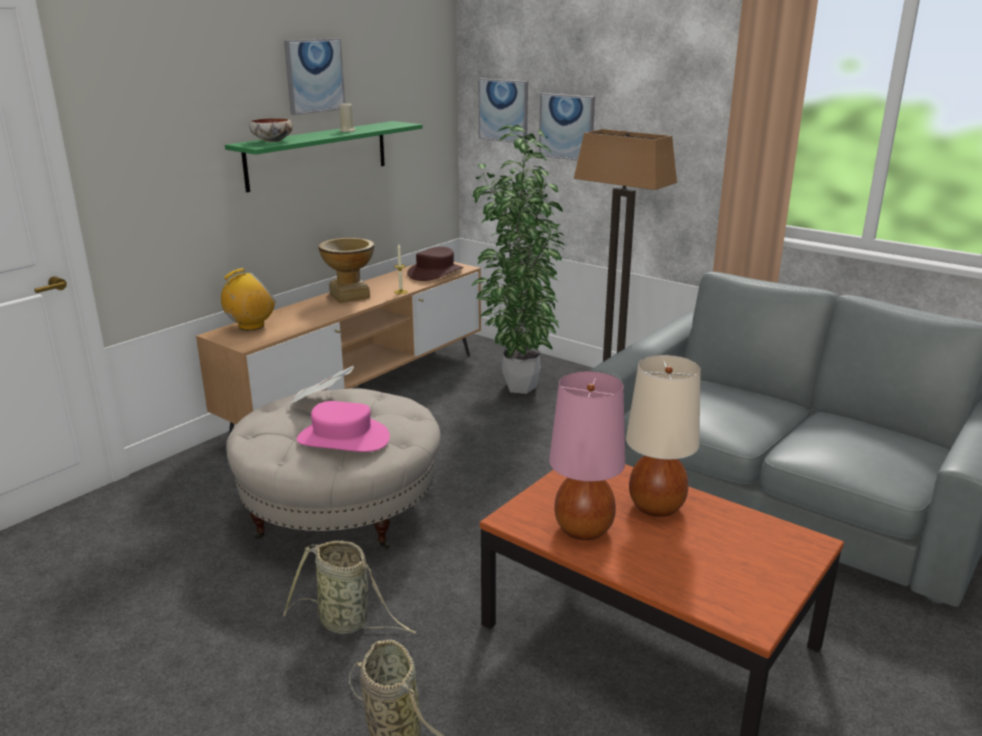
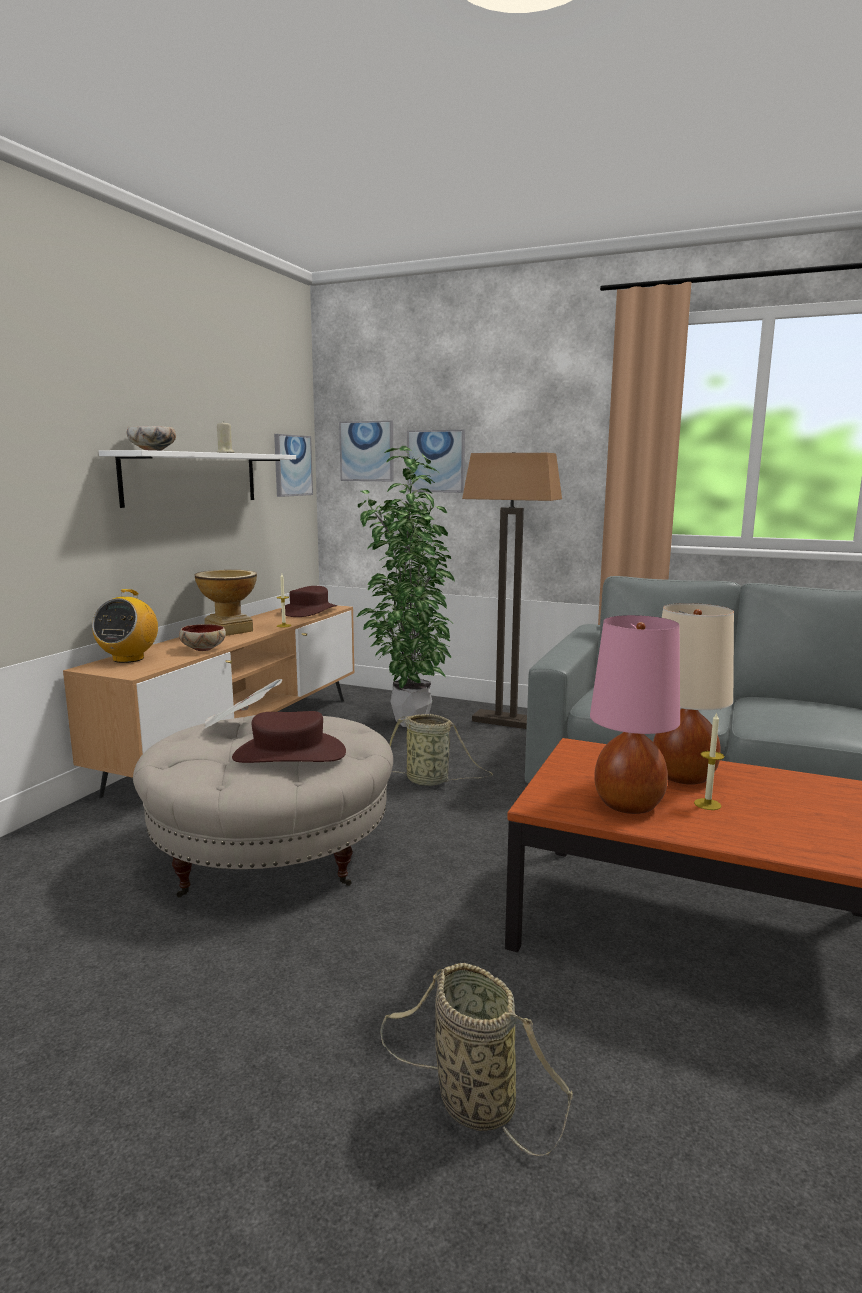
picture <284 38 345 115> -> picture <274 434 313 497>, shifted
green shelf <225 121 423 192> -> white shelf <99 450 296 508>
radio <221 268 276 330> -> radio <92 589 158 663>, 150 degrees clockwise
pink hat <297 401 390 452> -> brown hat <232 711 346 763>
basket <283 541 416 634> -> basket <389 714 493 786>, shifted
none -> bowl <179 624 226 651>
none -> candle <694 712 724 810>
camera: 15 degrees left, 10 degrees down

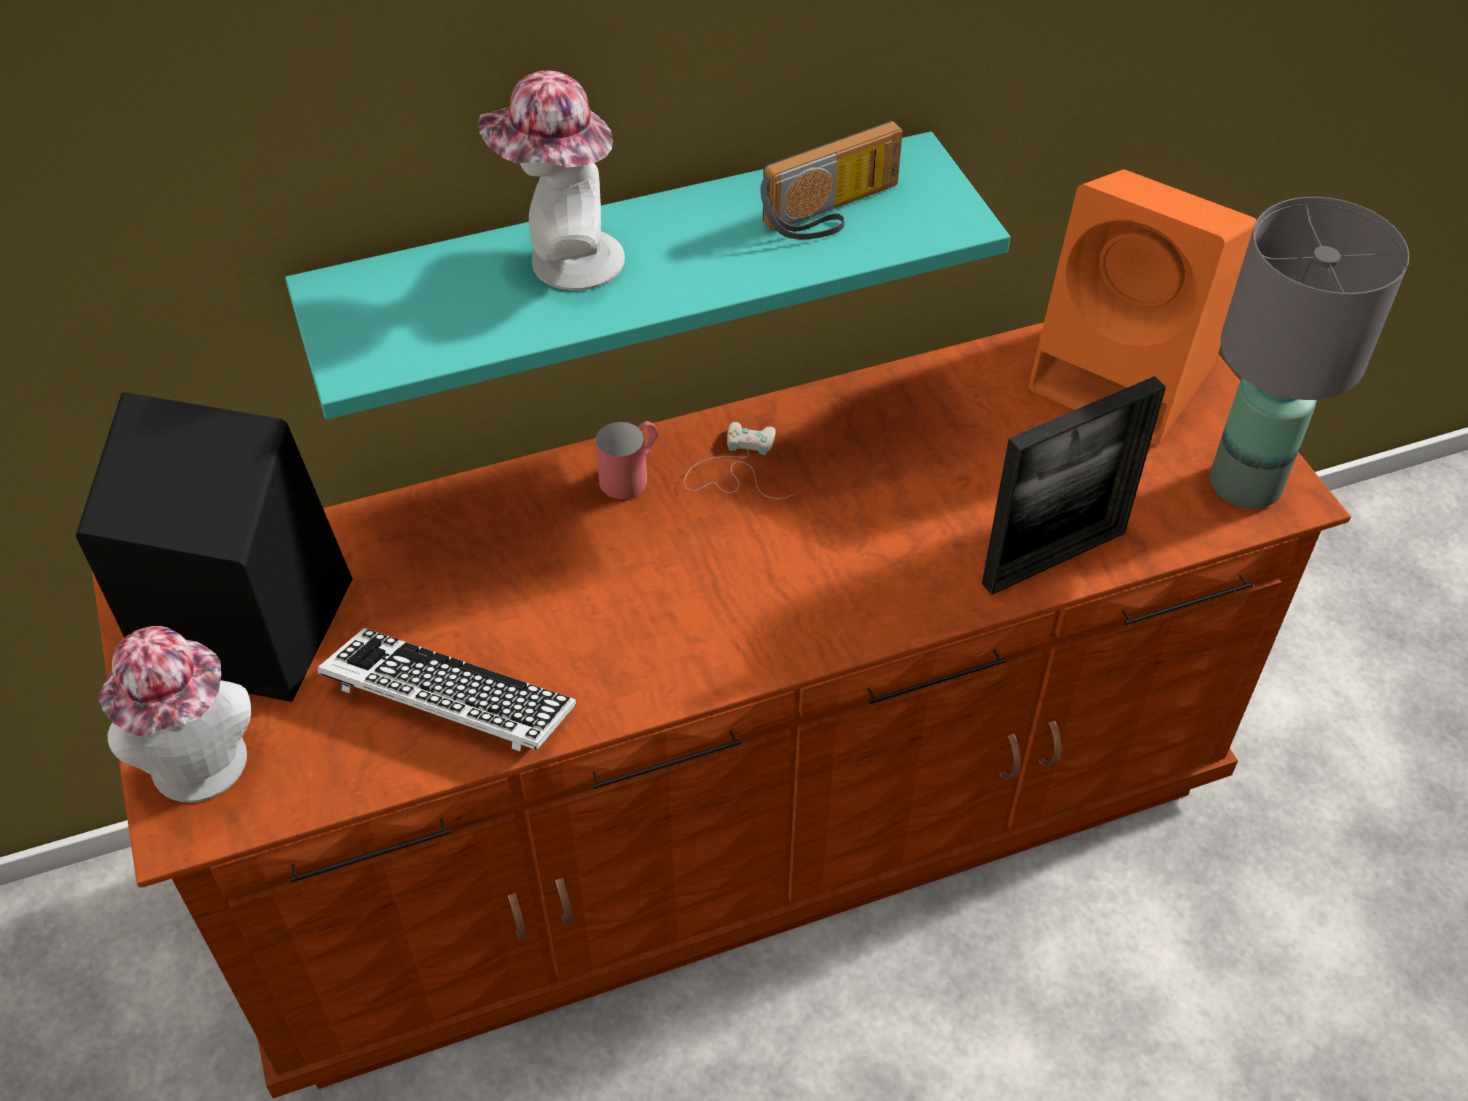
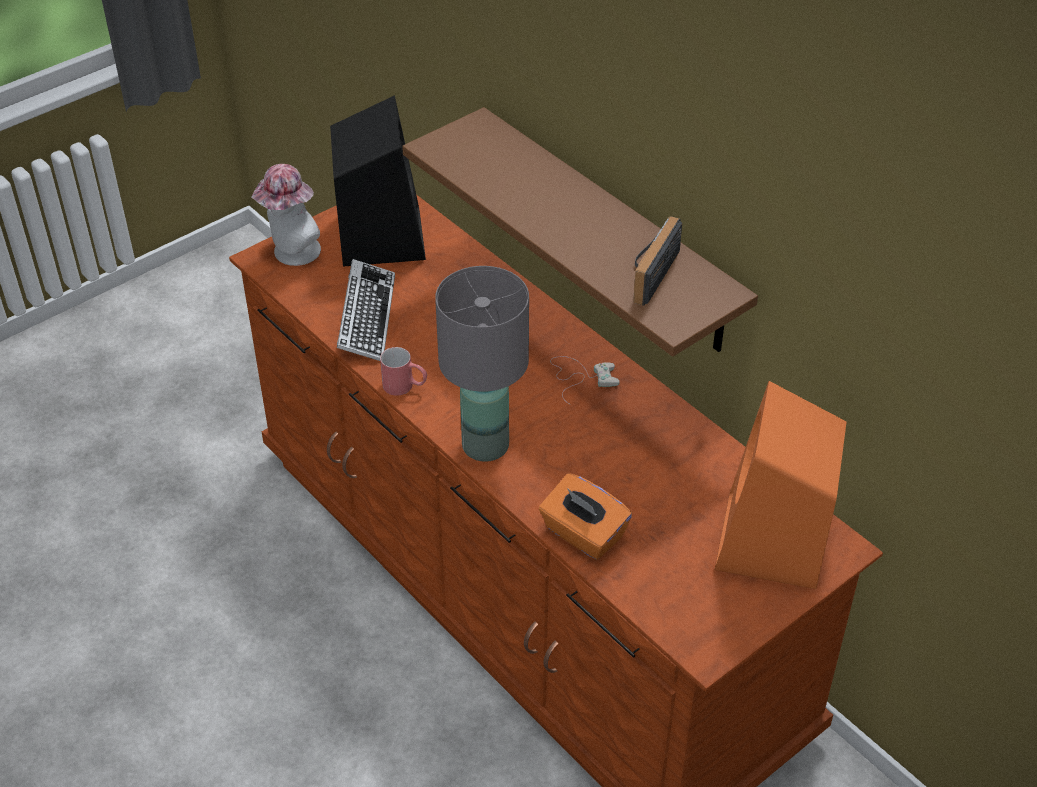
hat <478 70 625 291> -> none
radio <760 121 903 240> -> radio <633 216 682 306>, 75 degrees clockwise
turquoise shelf <285 131 1010 420> -> brown shelf <402 107 758 357>
grey table lamp <1210 197 1409 509> -> grey table lamp <435 266 529 462>, shifted
picture frame <982 376 1166 595> -> orange tissue box <539 473 632 560>
red mug <595 421 658 499> -> red mug <380 347 427 396>, shifted
camera: 70 degrees right, 5 degrees down

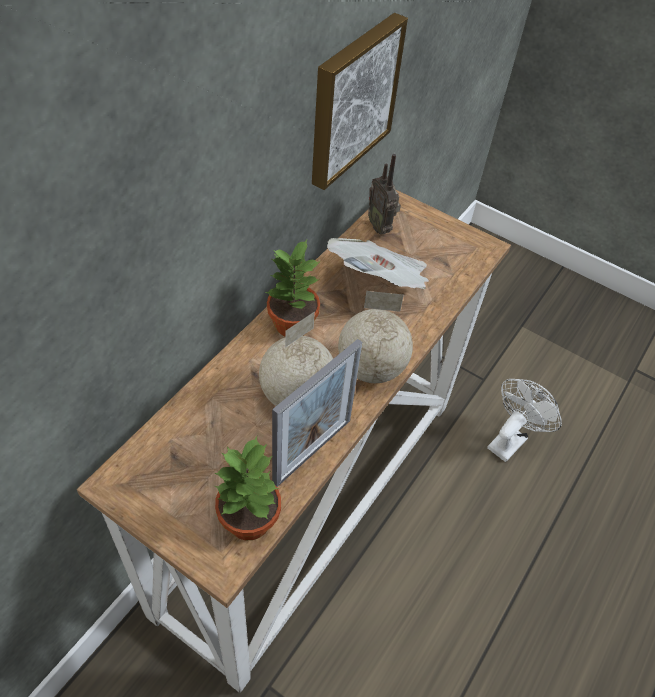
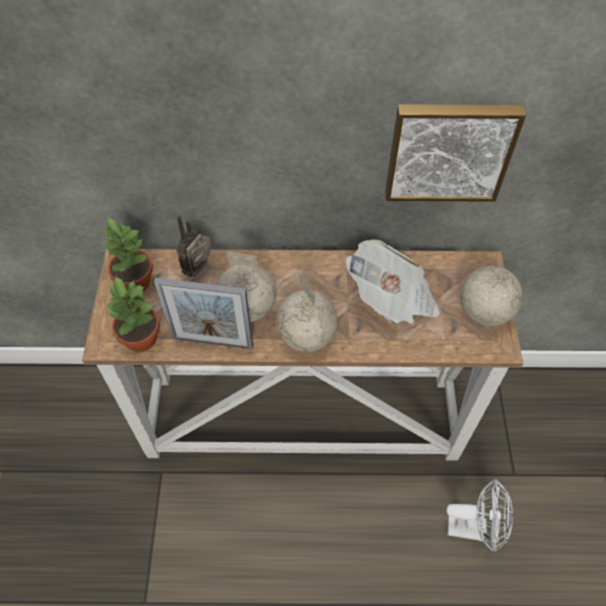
radio <368 154 401 235> -> radio <176 215 211 277>, shifted
potted plant <266 240 321 336> -> potted plant <101 216 153 291>, shifted
none -> globe <460 249 523 326>
camera: 60 degrees right, 5 degrees up

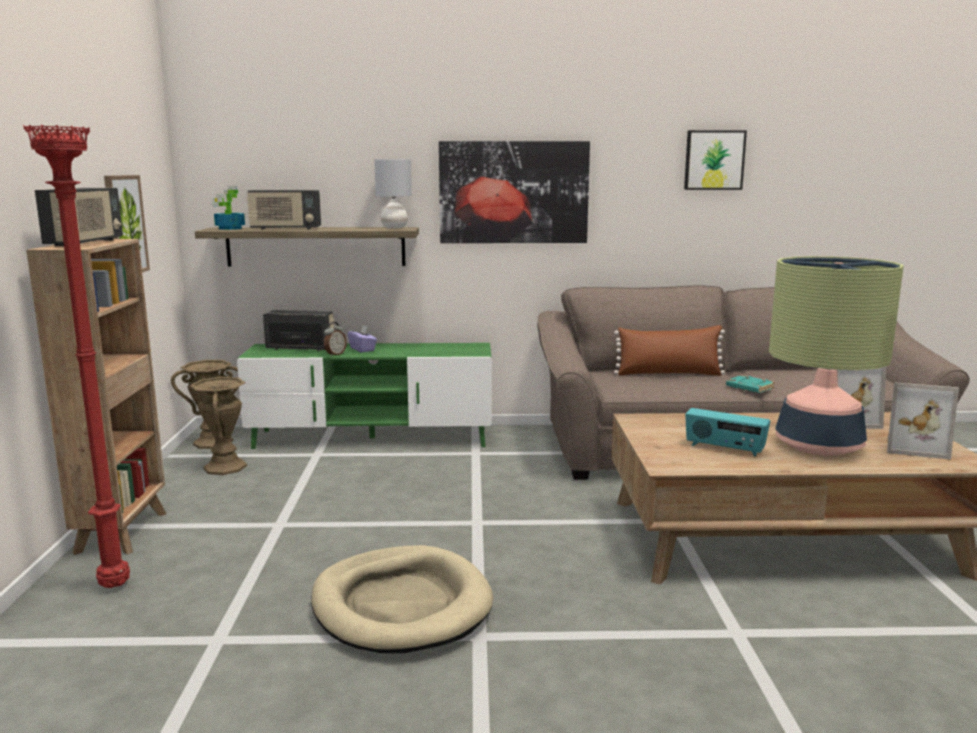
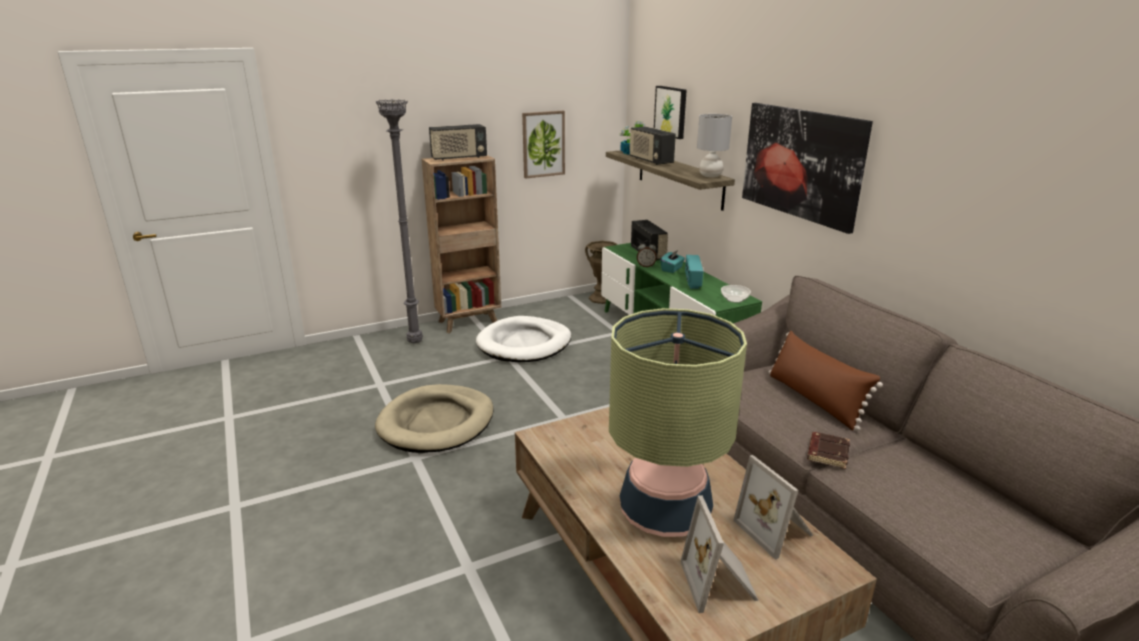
red floor lamp <23 125 130 588> -> grey floor lamp <376 99 423 343>
picture <684 130 747 190> -> picture <654 86 687 139>, shifted
purple tissue box <348 325 377 352> -> turquoise tissue box <660 250 685 273>
turquoise book <726 375 775 393> -> brown book <807 432 850 469>
brown vase <190 377 247 475> -> none
radio <685 408 770 457> -> radio <685 255 704 289>, shifted
none -> bowl <721 285 751 303>
none -> white dog bed <476 316 571 362>
camera: 65 degrees right, 10 degrees up

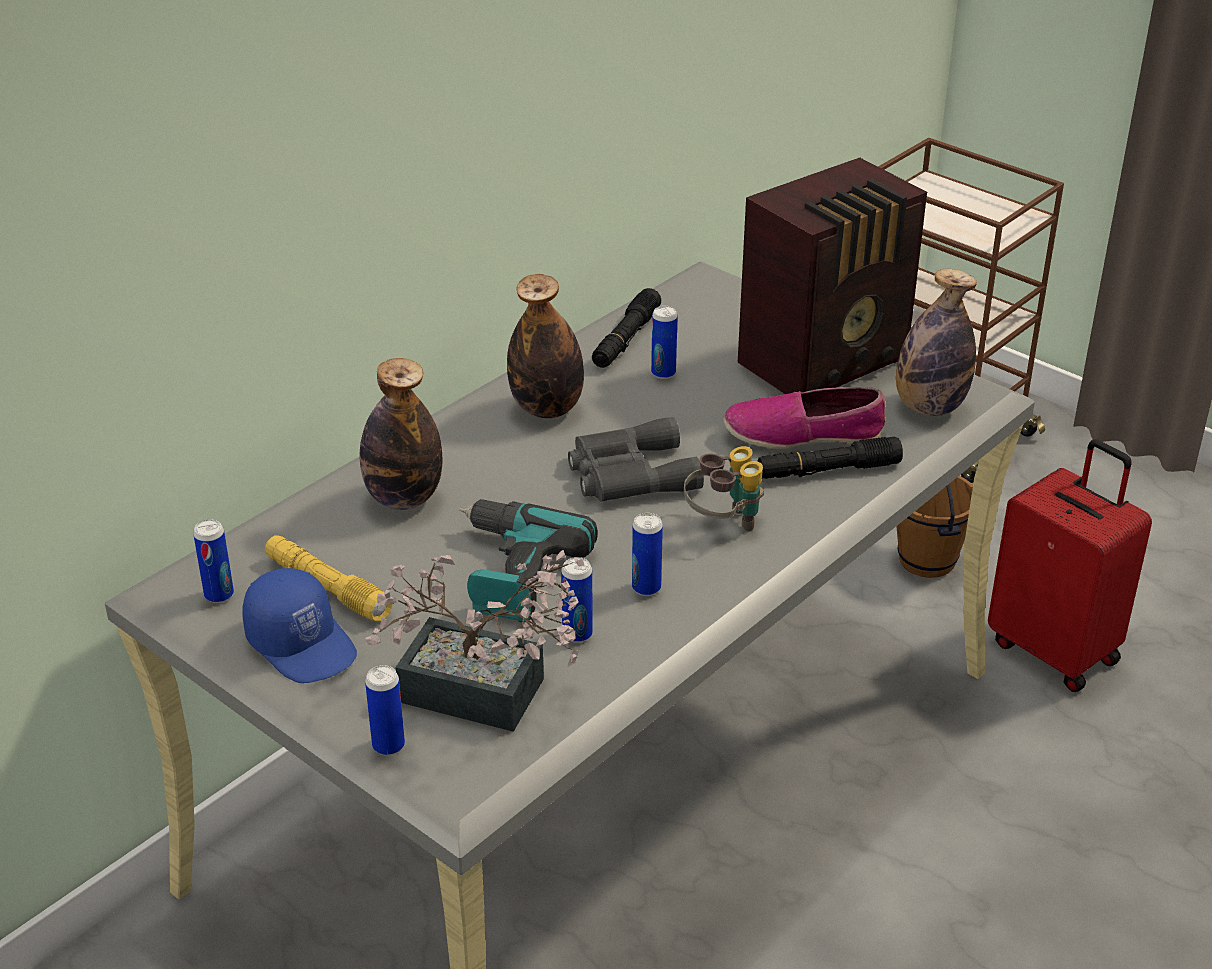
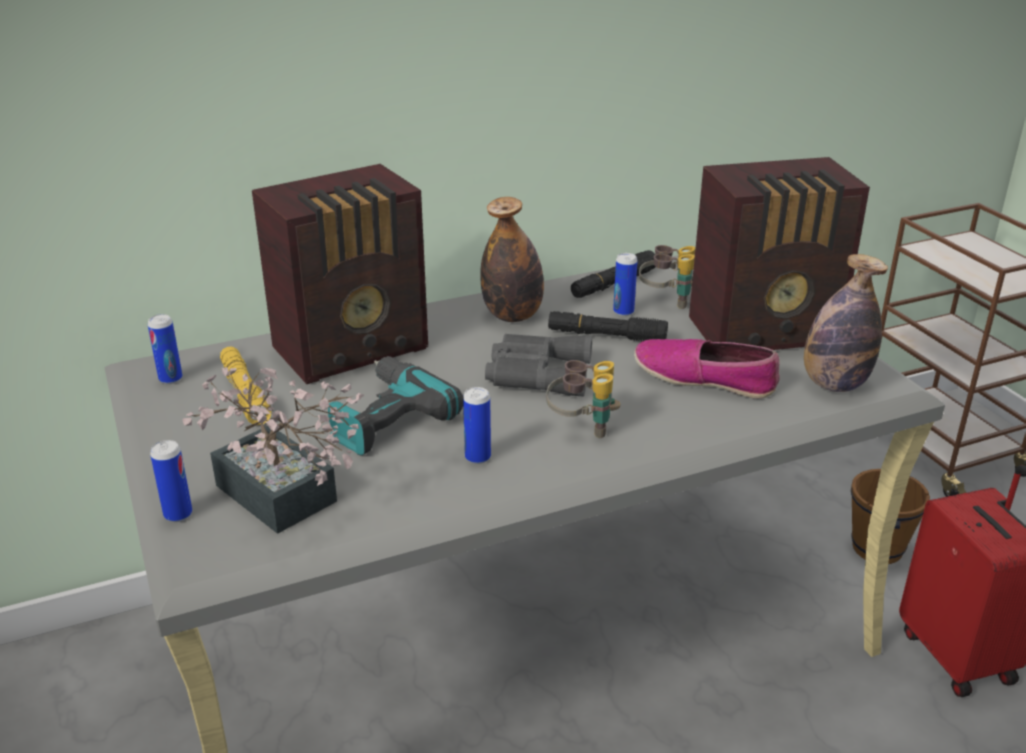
bottle <359 358 443 510> -> radio <252 164 428 384>
black flashlight <758 437 903 479> -> black flashlight <548 311 668 341>, shifted
can <561 557 593 643> -> none
blue cap <242 568 357 683> -> none
none -> binoculars <639 245 695 309>
camera: 25 degrees right, 5 degrees down

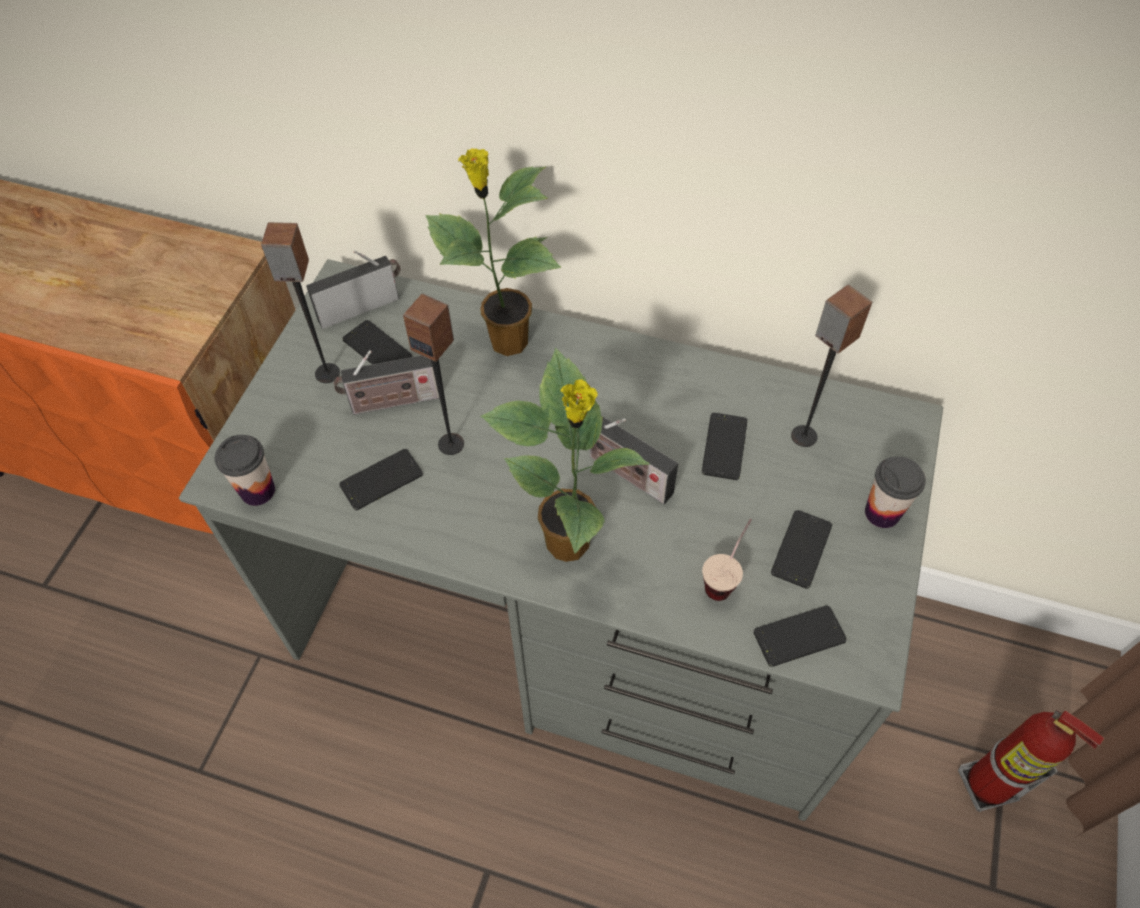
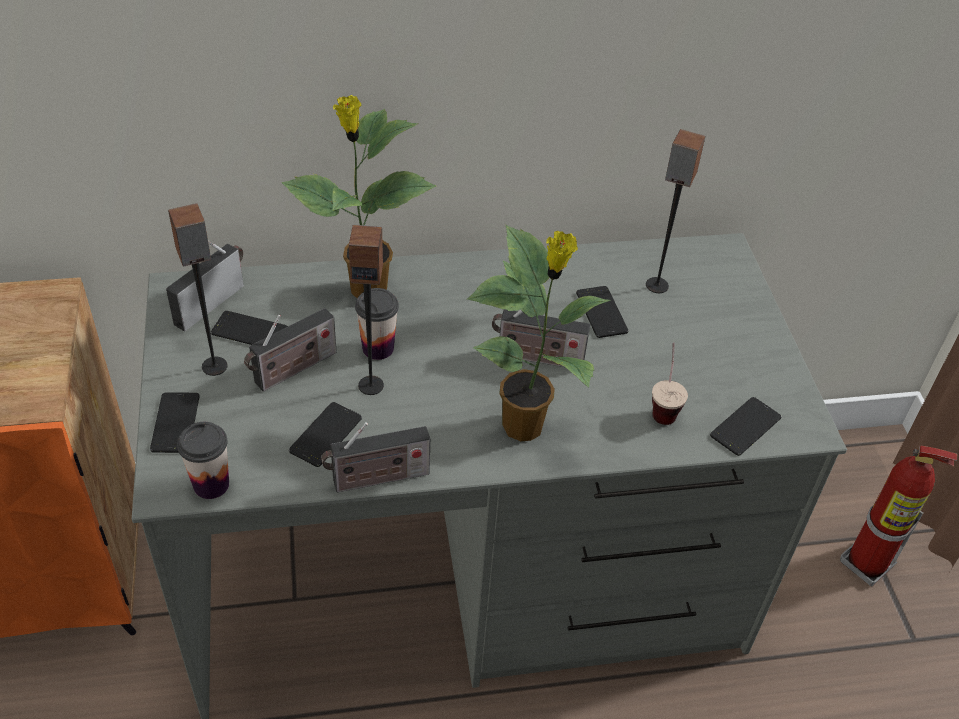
cup <865 456 926 528> -> cup <355 288 399 360>, shifted
phone <771 510 832 589> -> phone <150 392 200 453>, shifted
none -> radio <321 422 430 492>
camera: 30 degrees left, 10 degrees down

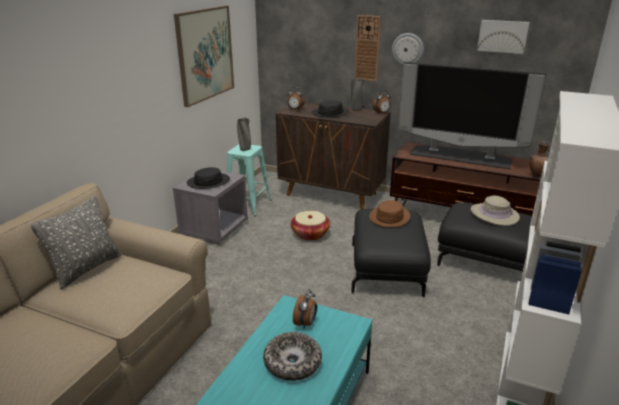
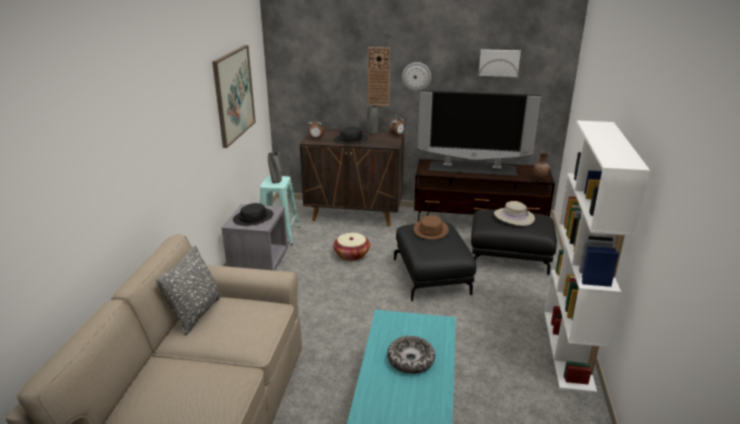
alarm clock <293 289 317 328> -> none
camera: 15 degrees left, 0 degrees up

